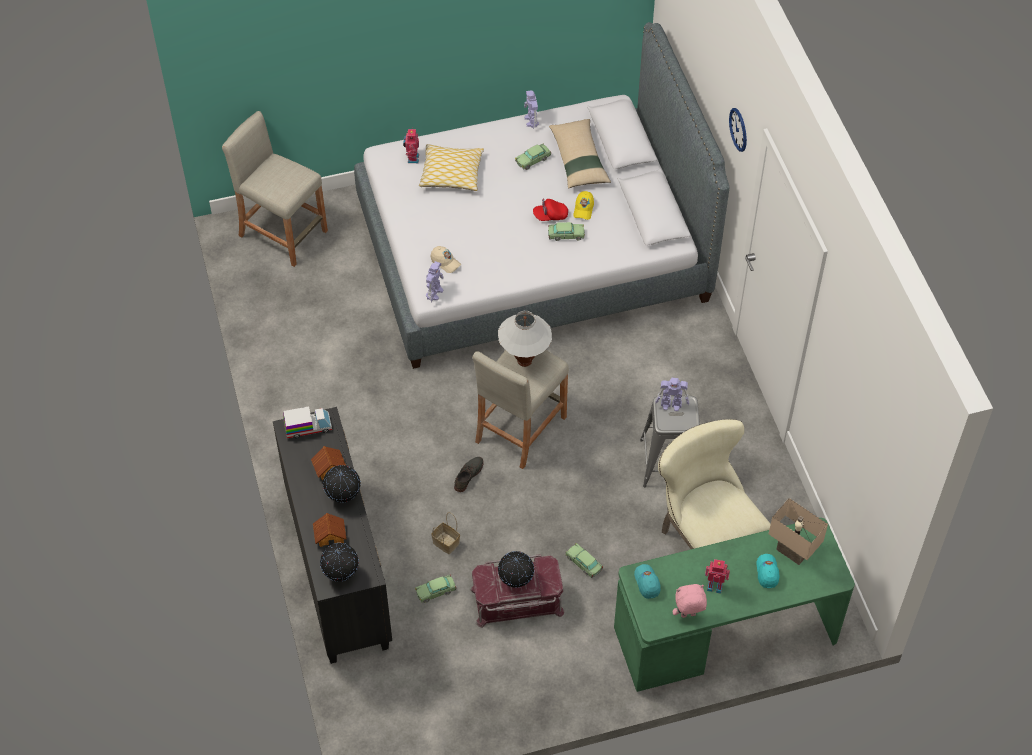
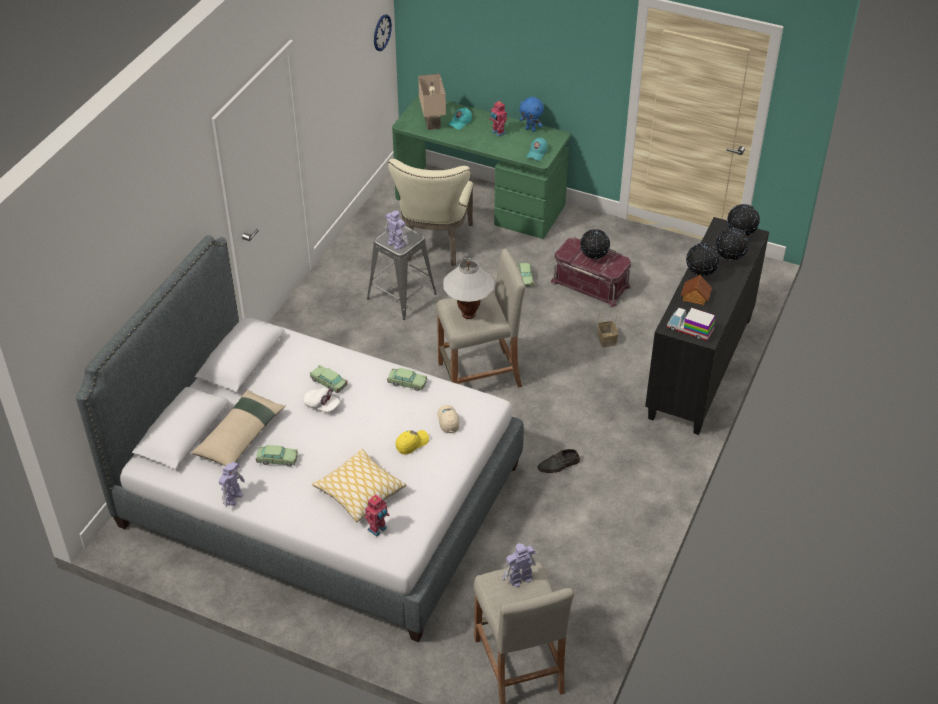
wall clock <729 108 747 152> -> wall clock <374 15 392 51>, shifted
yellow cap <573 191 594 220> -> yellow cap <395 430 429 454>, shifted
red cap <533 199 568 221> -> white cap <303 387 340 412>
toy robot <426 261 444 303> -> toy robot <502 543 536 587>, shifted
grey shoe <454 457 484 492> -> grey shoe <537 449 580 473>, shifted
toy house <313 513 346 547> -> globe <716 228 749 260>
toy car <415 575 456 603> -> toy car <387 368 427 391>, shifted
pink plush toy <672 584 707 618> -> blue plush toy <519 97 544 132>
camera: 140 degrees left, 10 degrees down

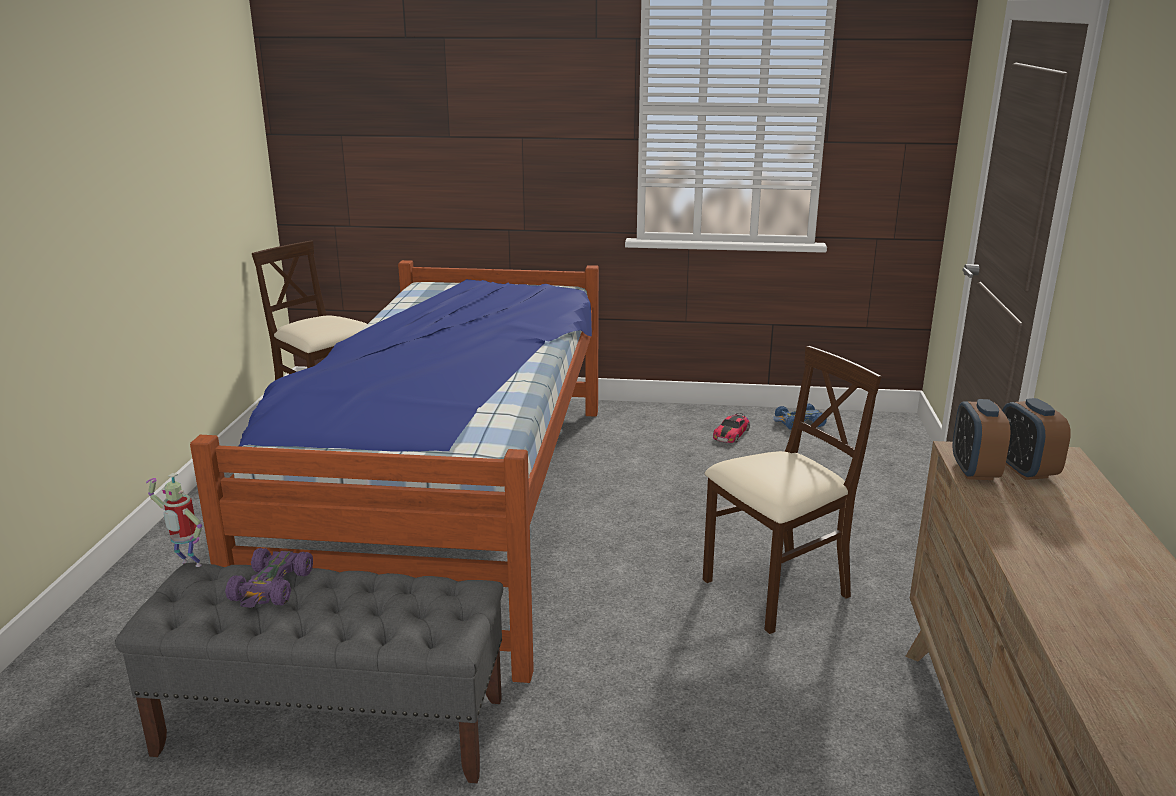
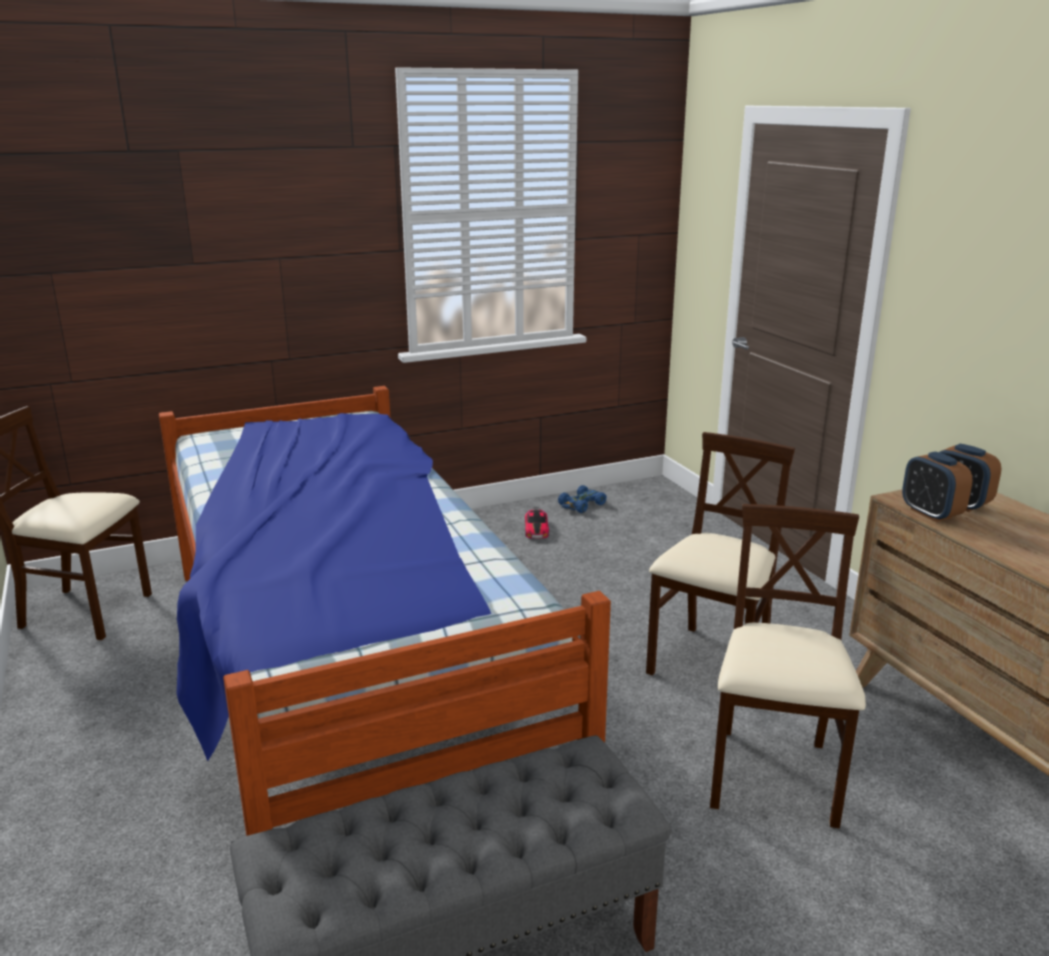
toy robot <146 473 202 567> -> none
purple toy car <225 548 313 608> -> none
none -> beige chair <710 504 866 829>
camera: 30 degrees left, 0 degrees up

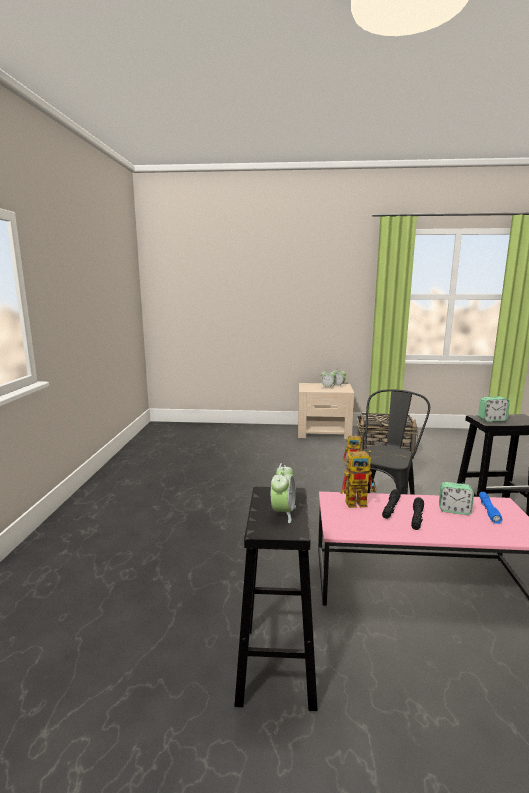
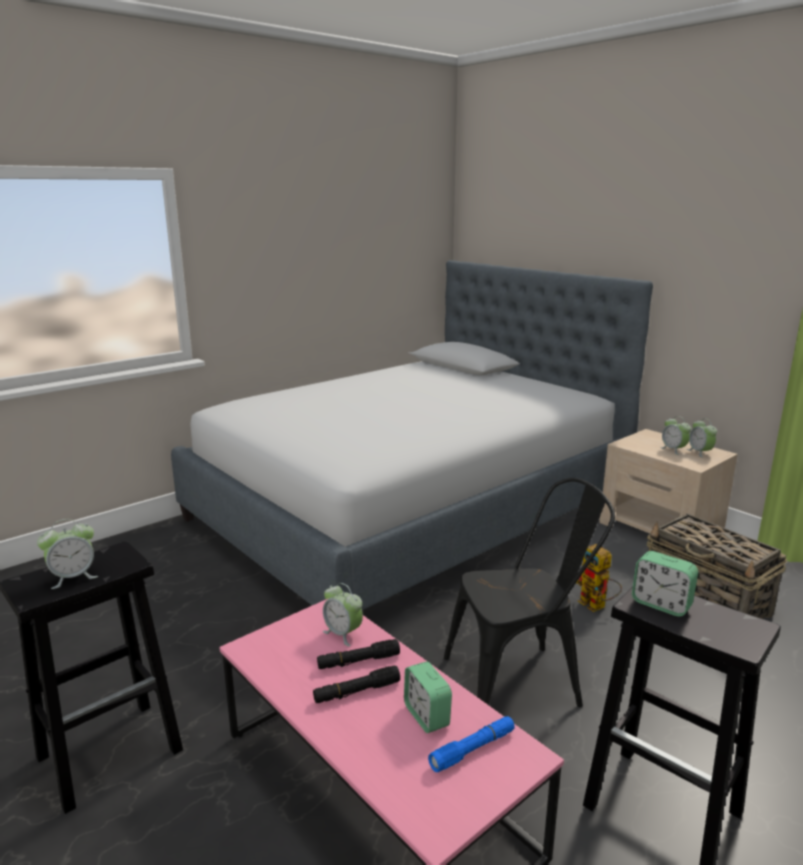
toy robot <341 450 376 508> -> alarm clock <323 583 363 646>
none -> bed <171 260 653 610>
camera: 45 degrees right, 5 degrees up

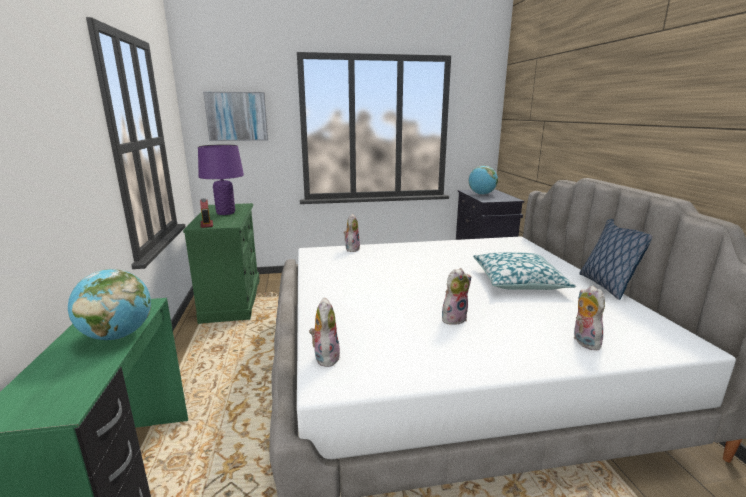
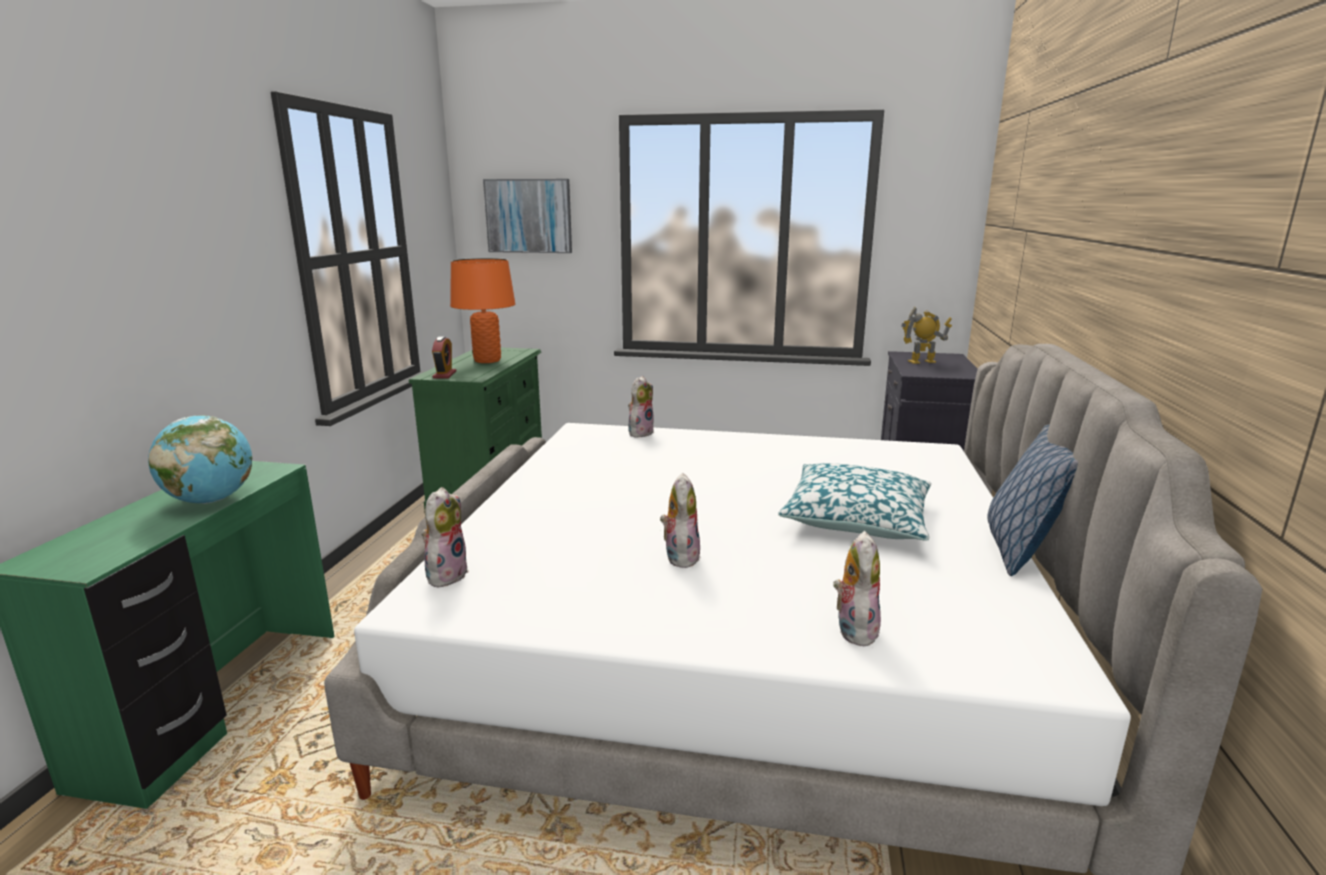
purple table lamp <198 144 244 215> -> orange table lamp <450 258 515 363>
globe <469 166 498 195> -> toy robot <901 307 952 364>
plush toy <442 268 471 325> -> plush toy <660 473 701 568>, 75 degrees counterclockwise
camera: 20 degrees right, 0 degrees up

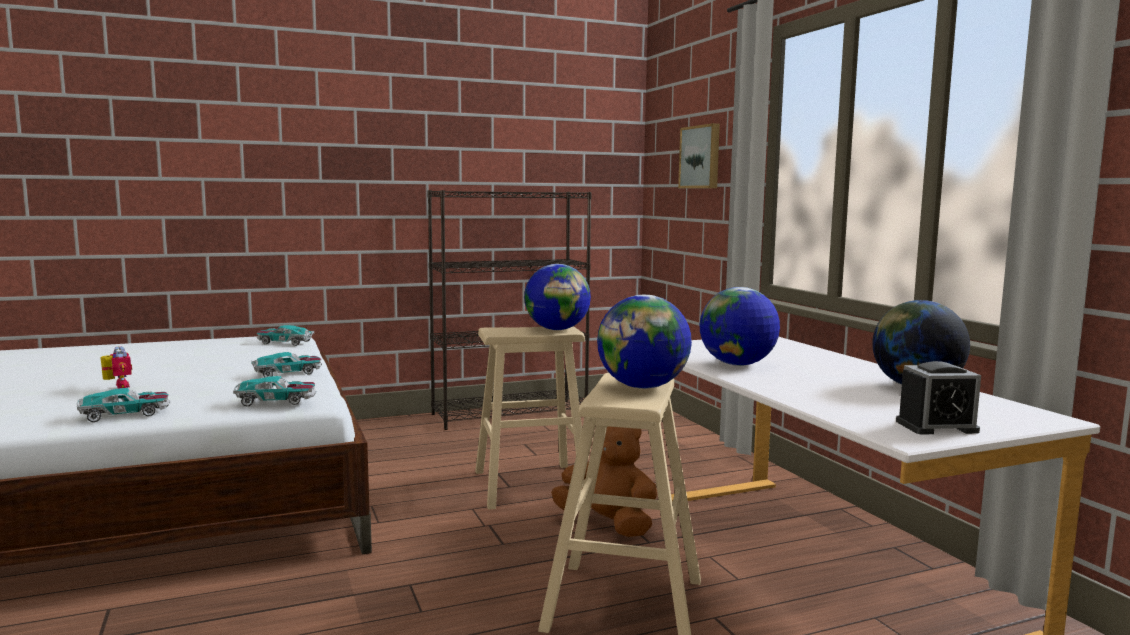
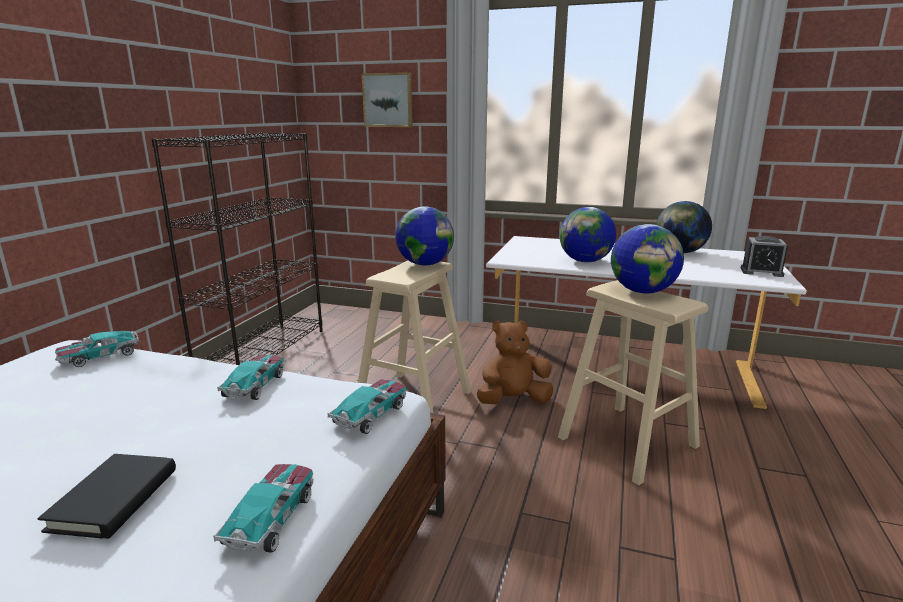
toy robot <100 346 132 389> -> black book <38 454 176 539>
alarm clock <896 361 981 434> -> alarm clock <741 236 788 277>, 75 degrees clockwise
camera: 50 degrees left, 10 degrees up

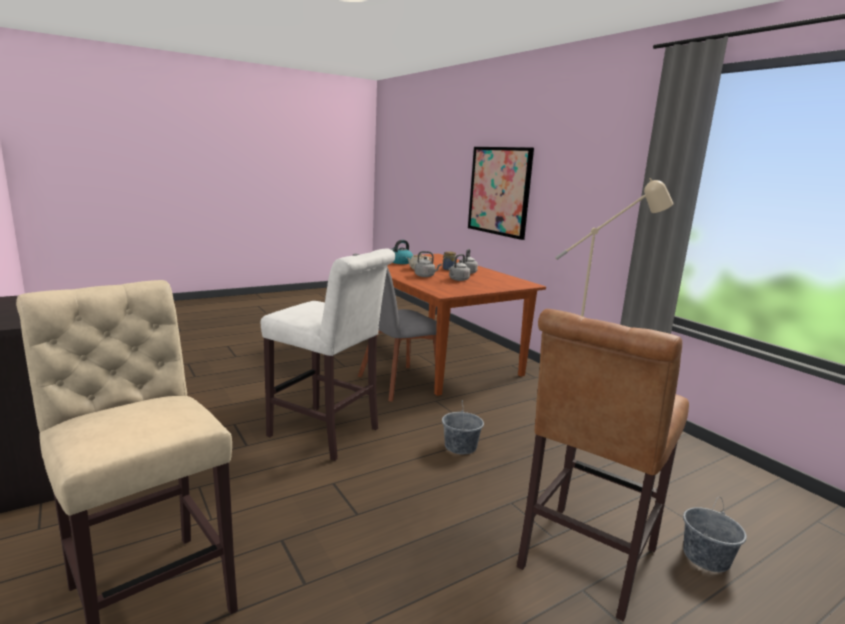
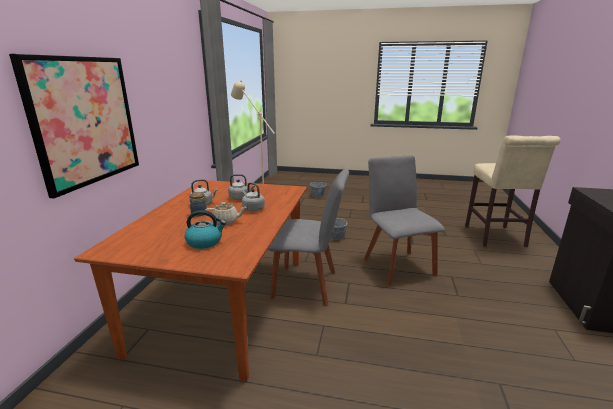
white stool <261 248 395 461> -> grey chair <364 155 445 285>
brown stool <517 309 689 622> -> none
camera: 135 degrees left, 5 degrees up

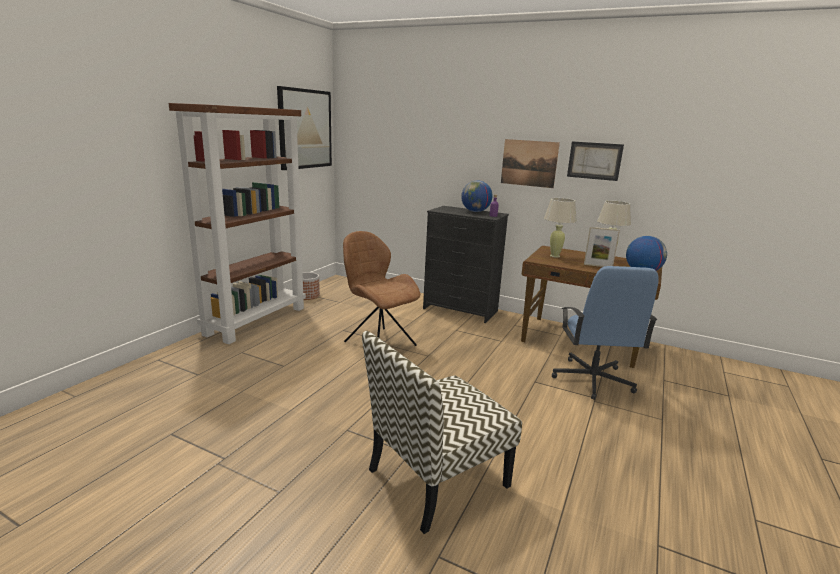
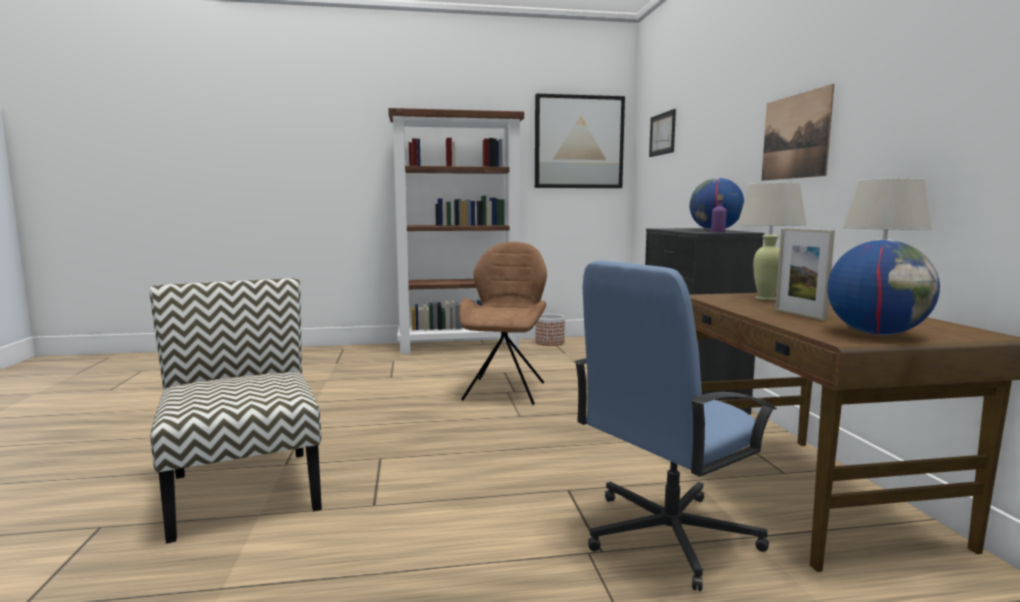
picture <567 141 624 181> -> picture <649 109 676 157>, shifted
chair <362 331 522 534> -> chair <150 278 322 544>, 45 degrees clockwise
camera: 55 degrees right, 10 degrees down

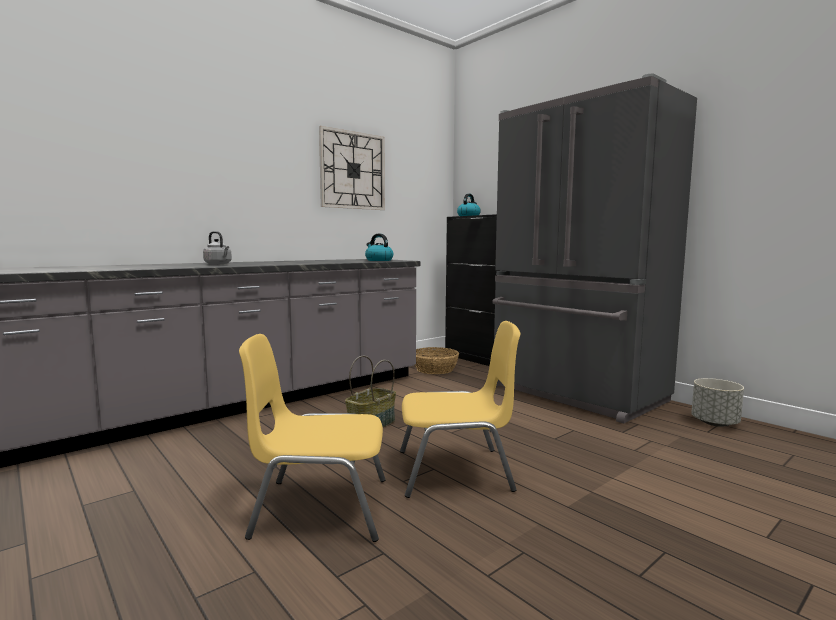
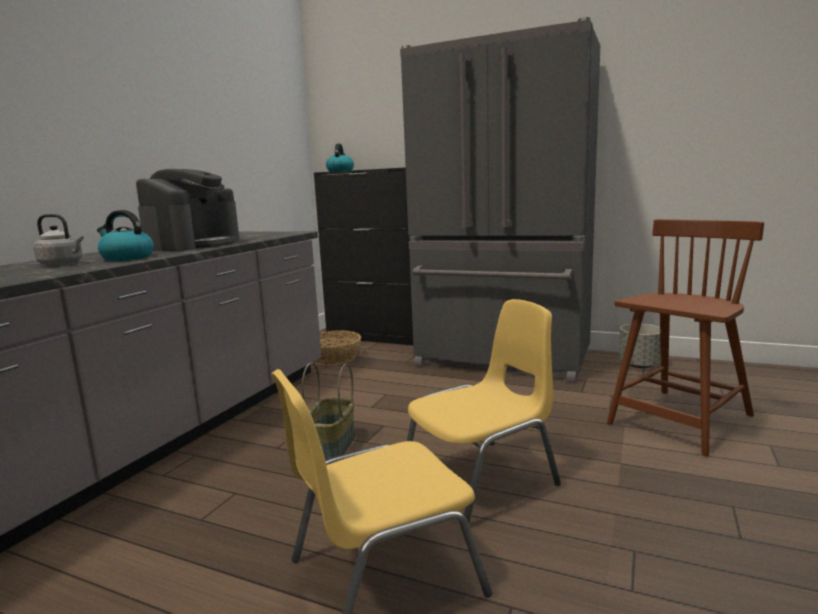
wall clock <319 126 385 210> -> none
kettle <365 233 393 261> -> kettle <97 210 154 261>, shifted
none -> coffee machine <136 169 240 251>
none -> brown chair <607 219 764 456>
camera: 25 degrees left, 5 degrees up

